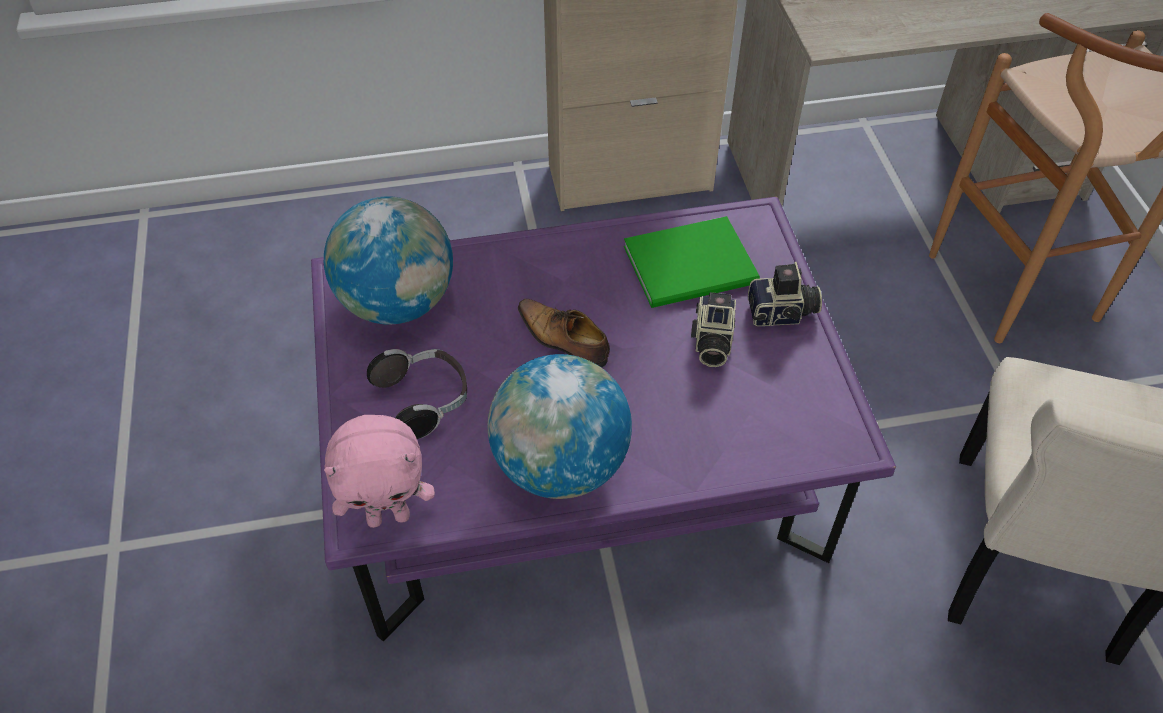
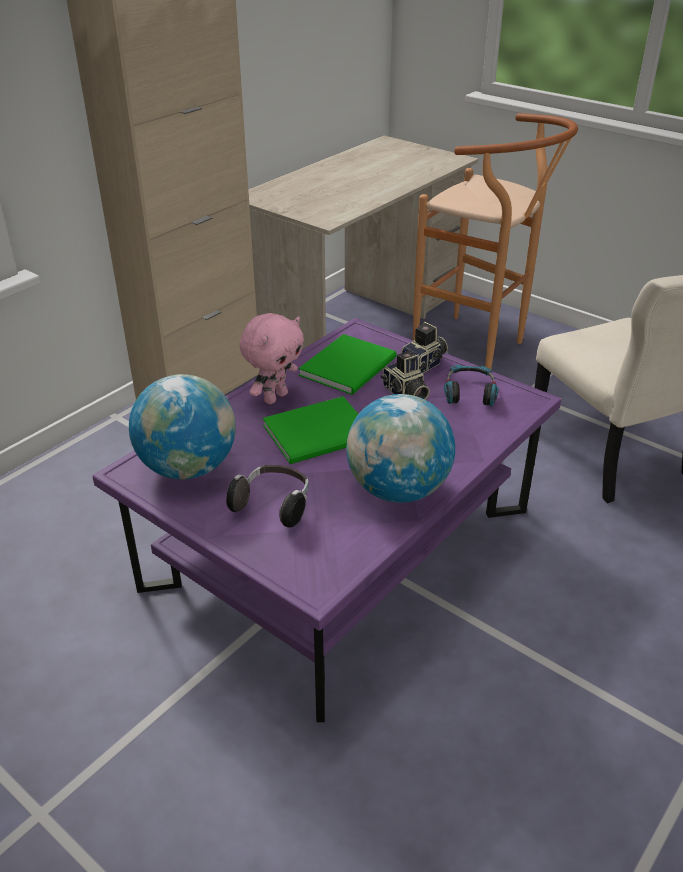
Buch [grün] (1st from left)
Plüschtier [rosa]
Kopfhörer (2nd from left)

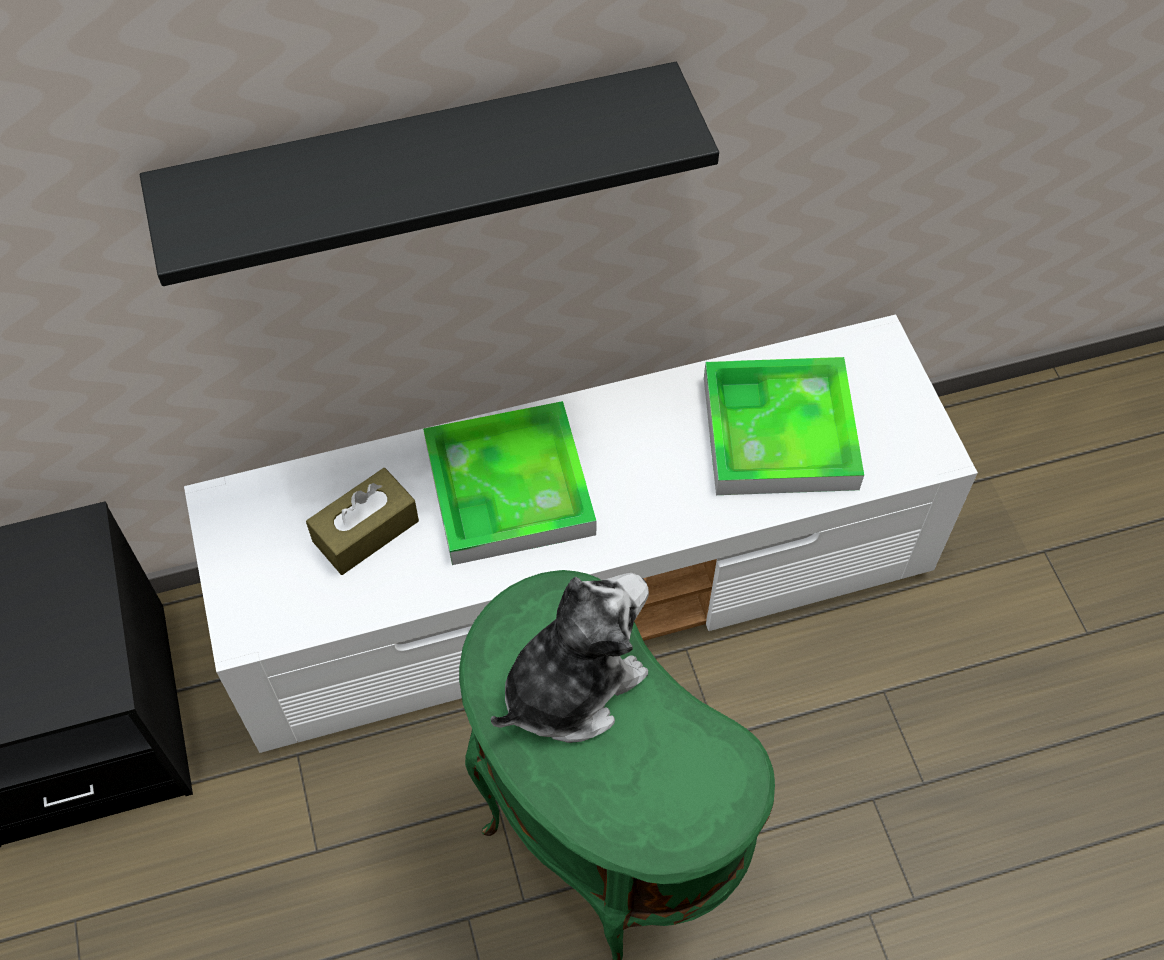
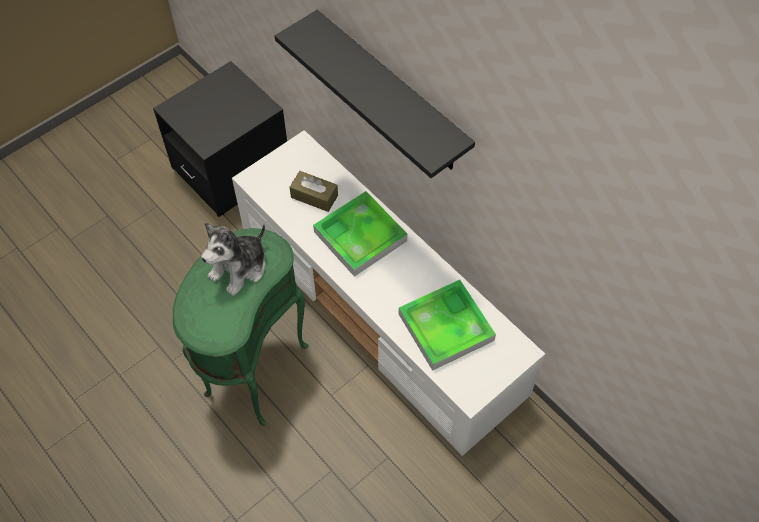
Plüschtier

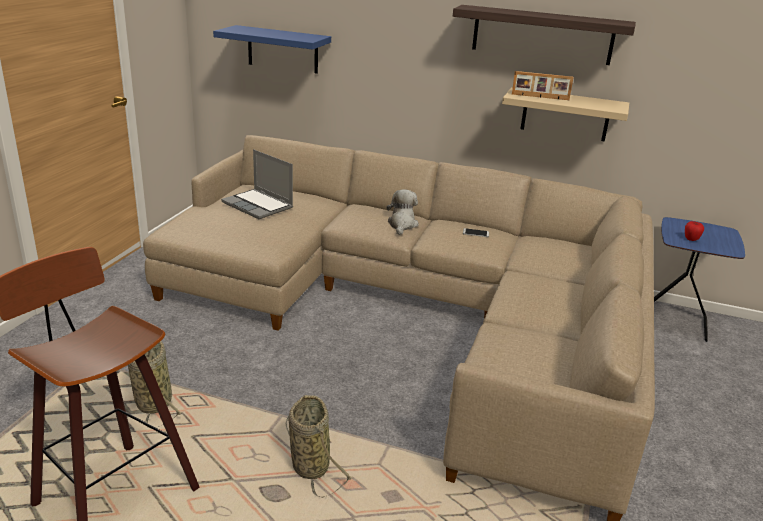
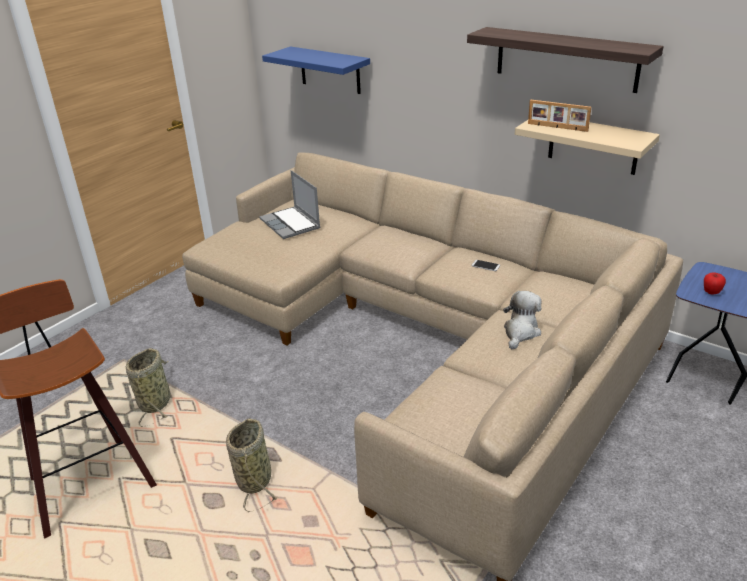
Plüschtier

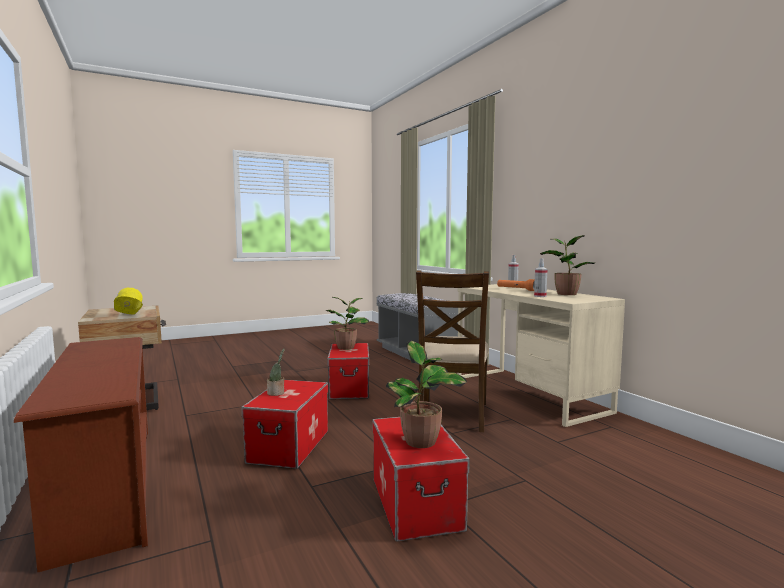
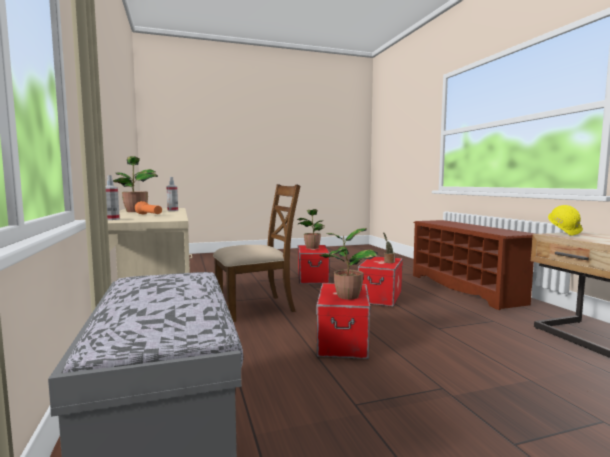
Stuhl [braun]

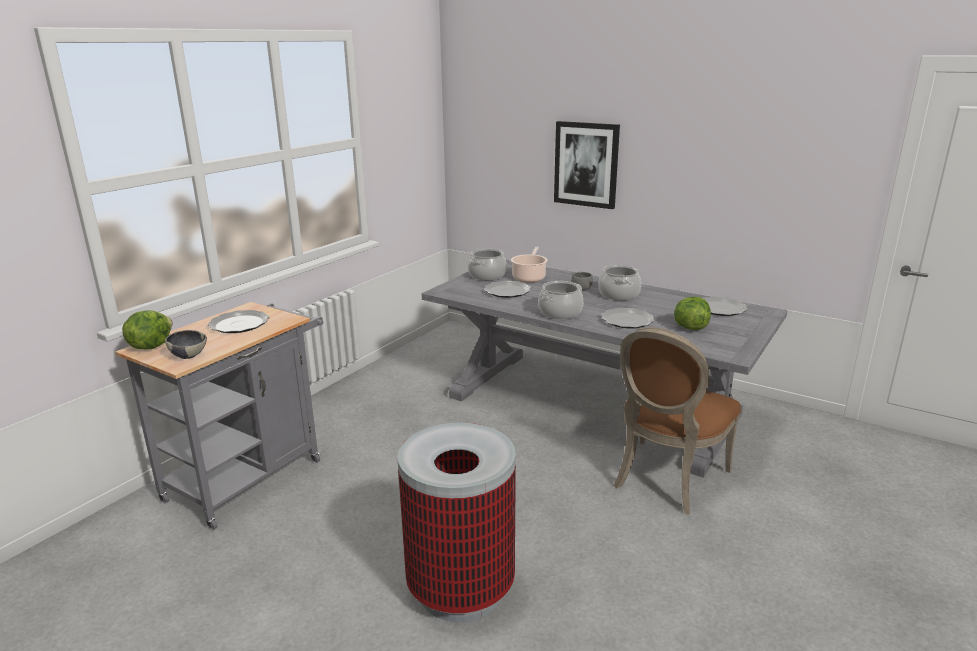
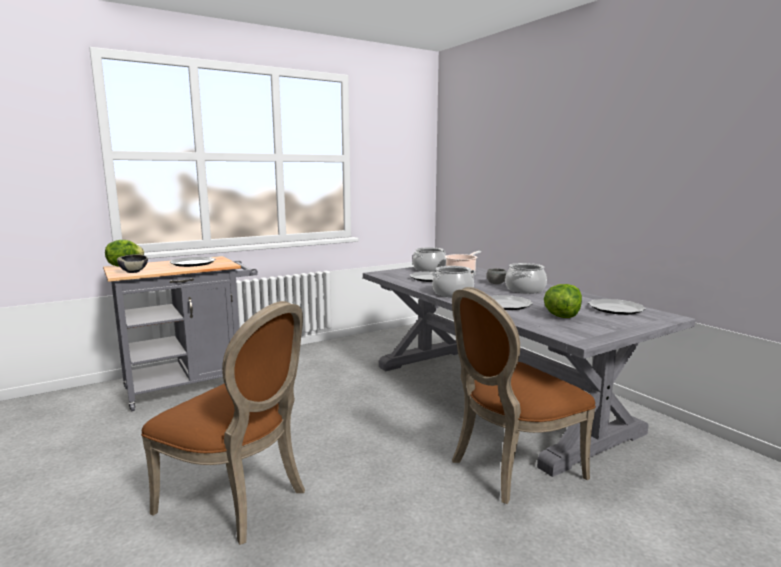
Bild
Stuhl [braun] (1st from left)

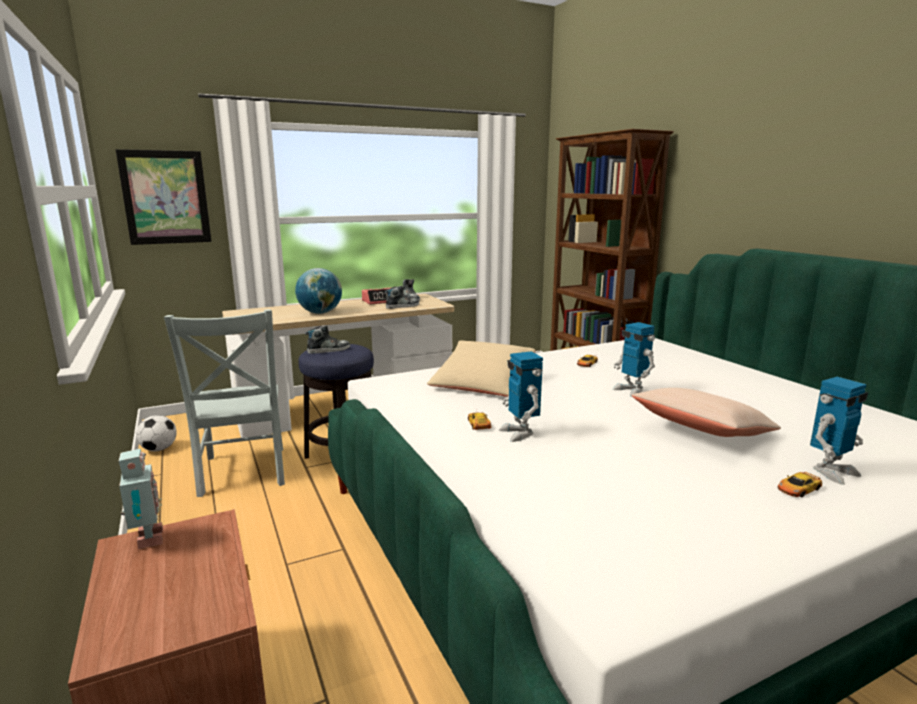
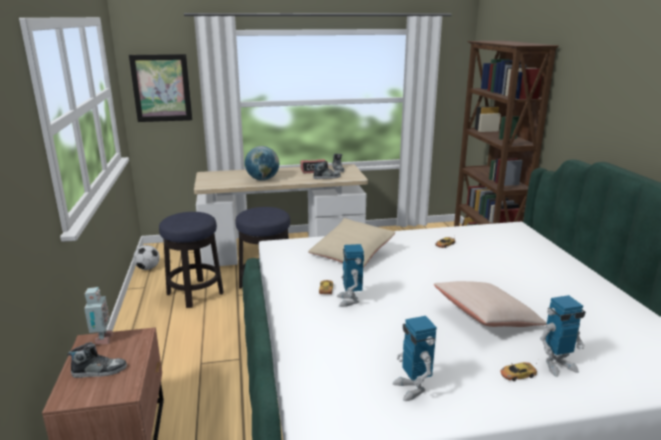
Hocker (1st from left)
Spielzeugroboter (3rd from left)
Schuh (1st from left)

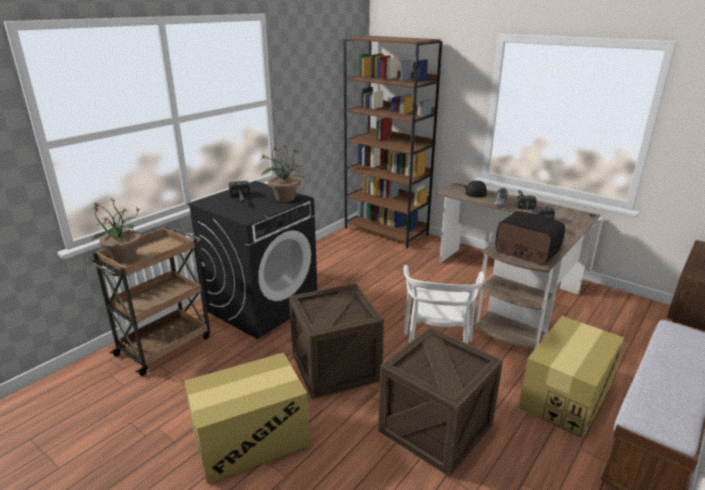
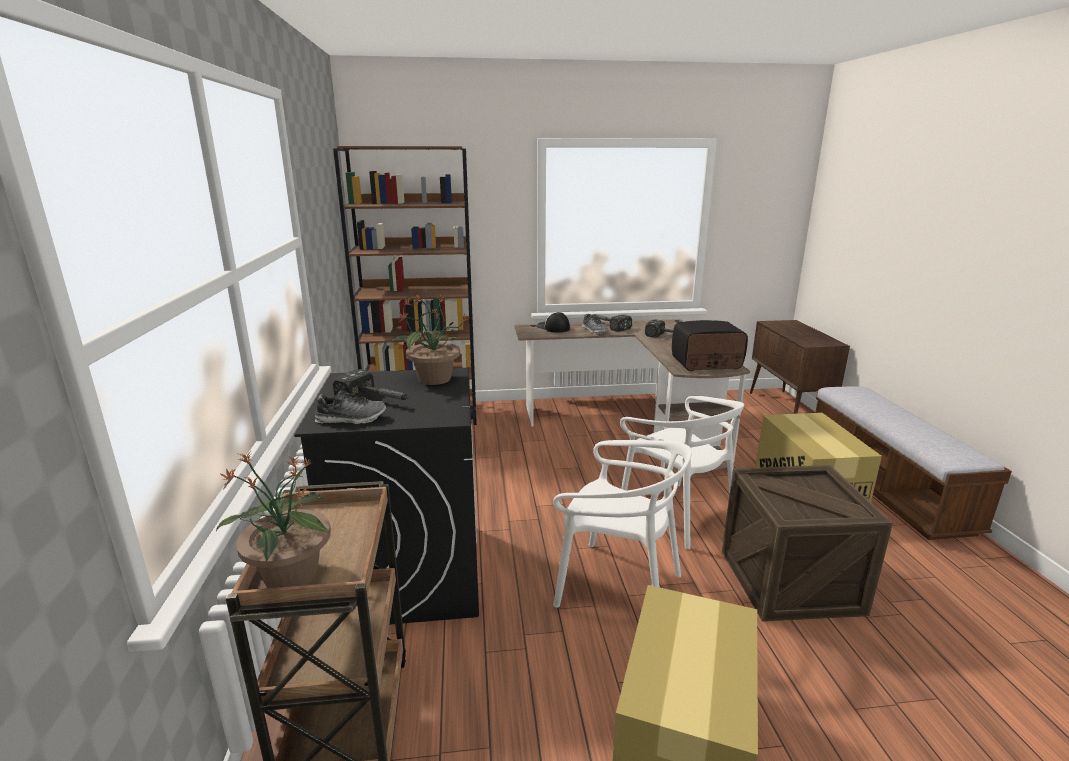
Stuhl [weiß] (1st from left)
Schuh (1st from left)

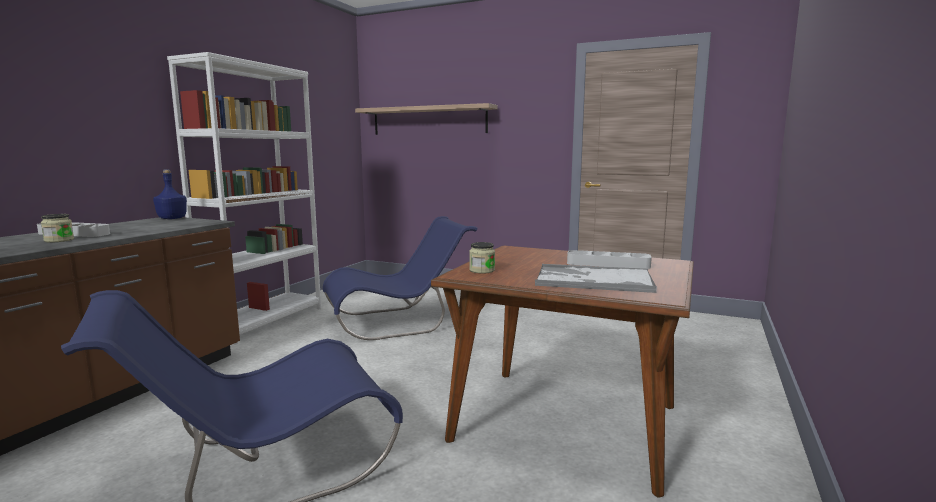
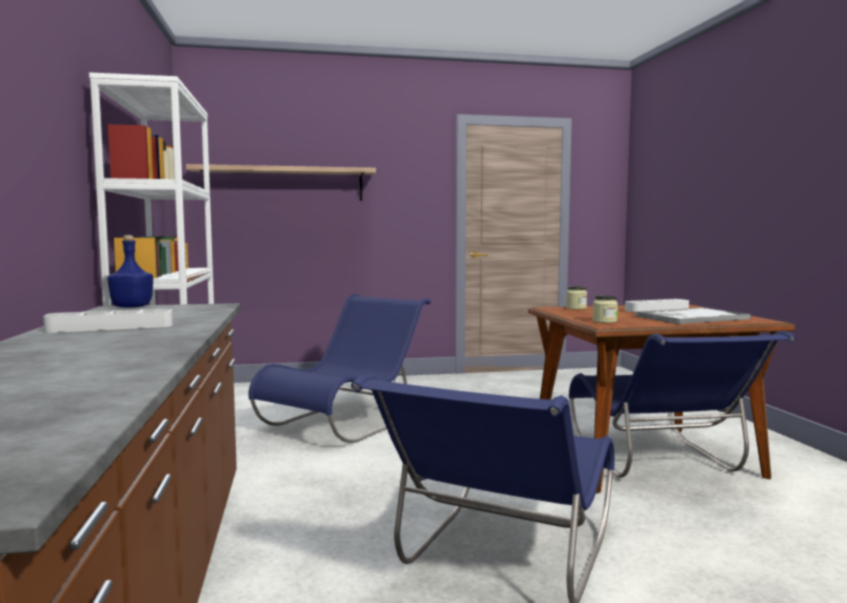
Vorratsglas (1st from left)
Stuhl [blau] (3rd from left)

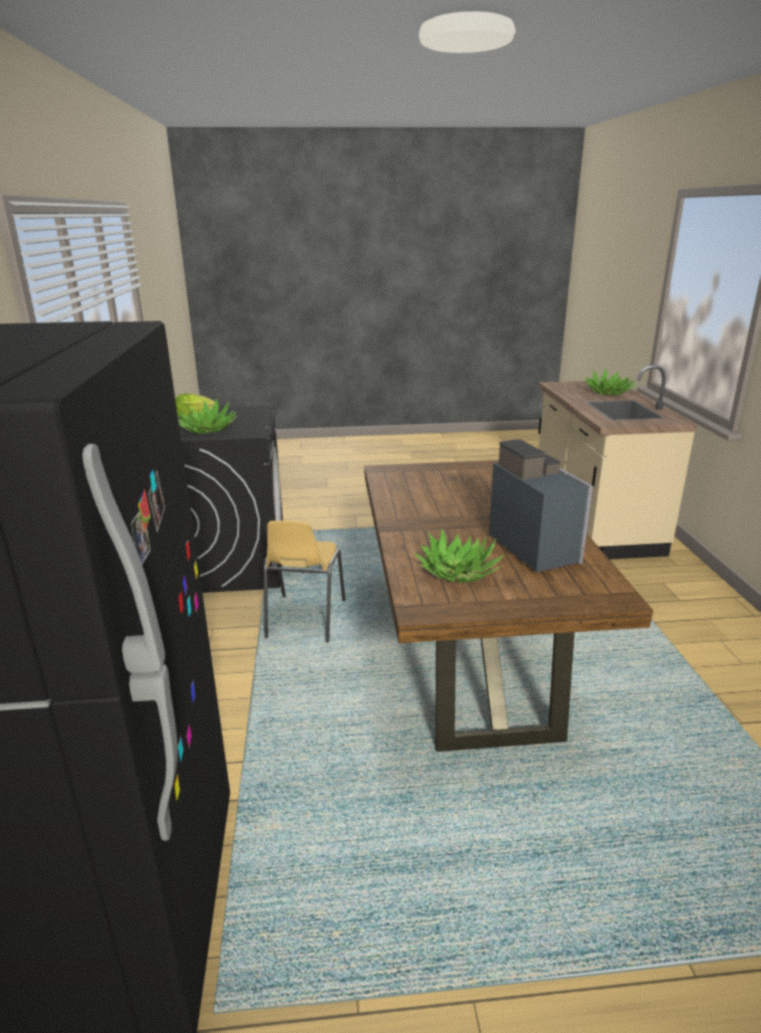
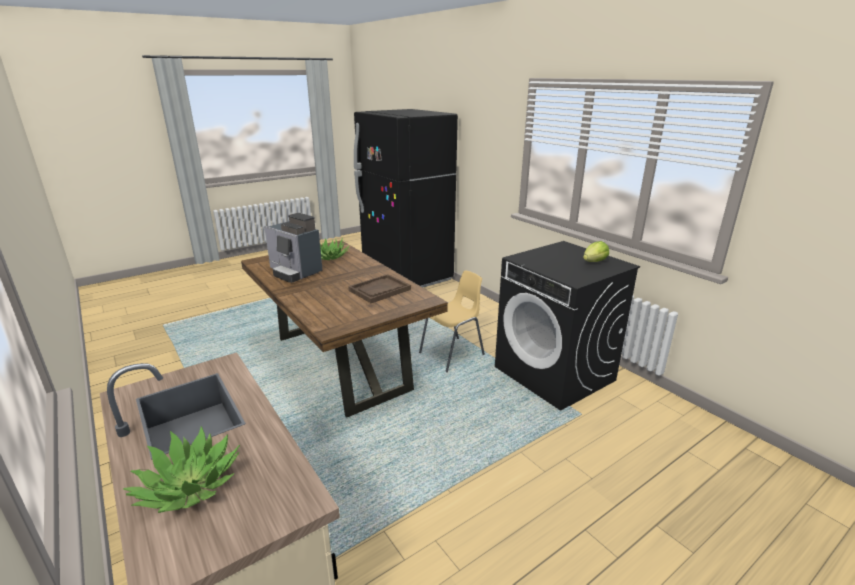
Topfpflanze (1st from left in the first image)
Stuhl [gelb]
Tablett [braun]

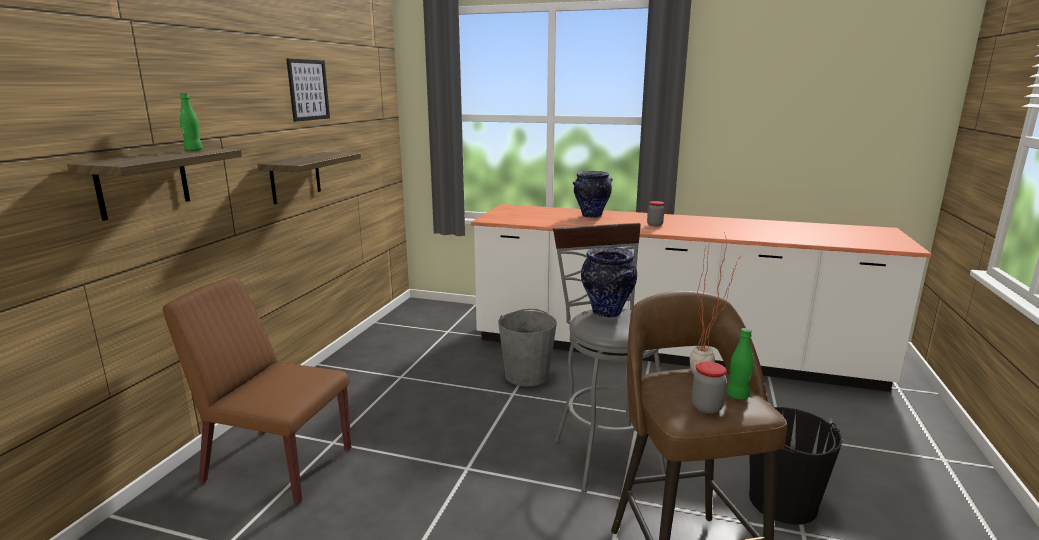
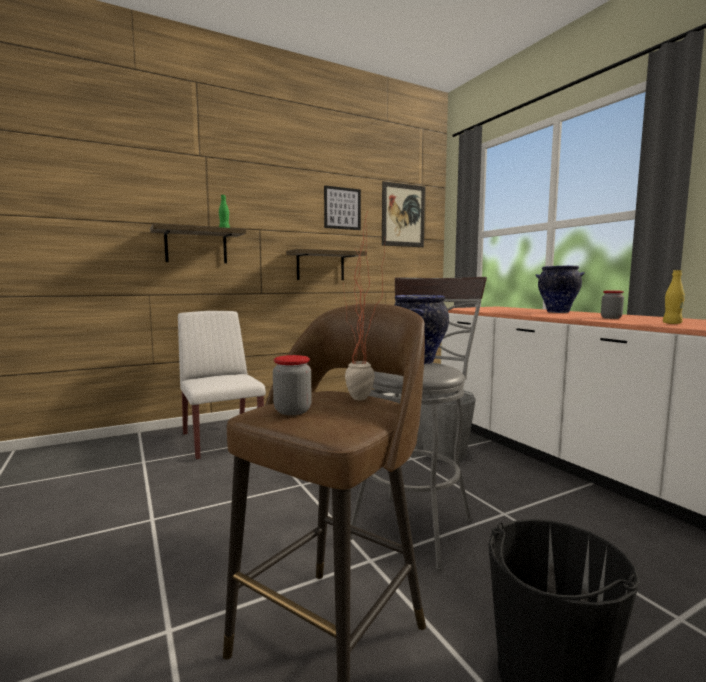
Stuhl [weiß]
Flasche [grün] (2nd from left in the first image)
Bild (2nd from left)
Flasche [gelb]

